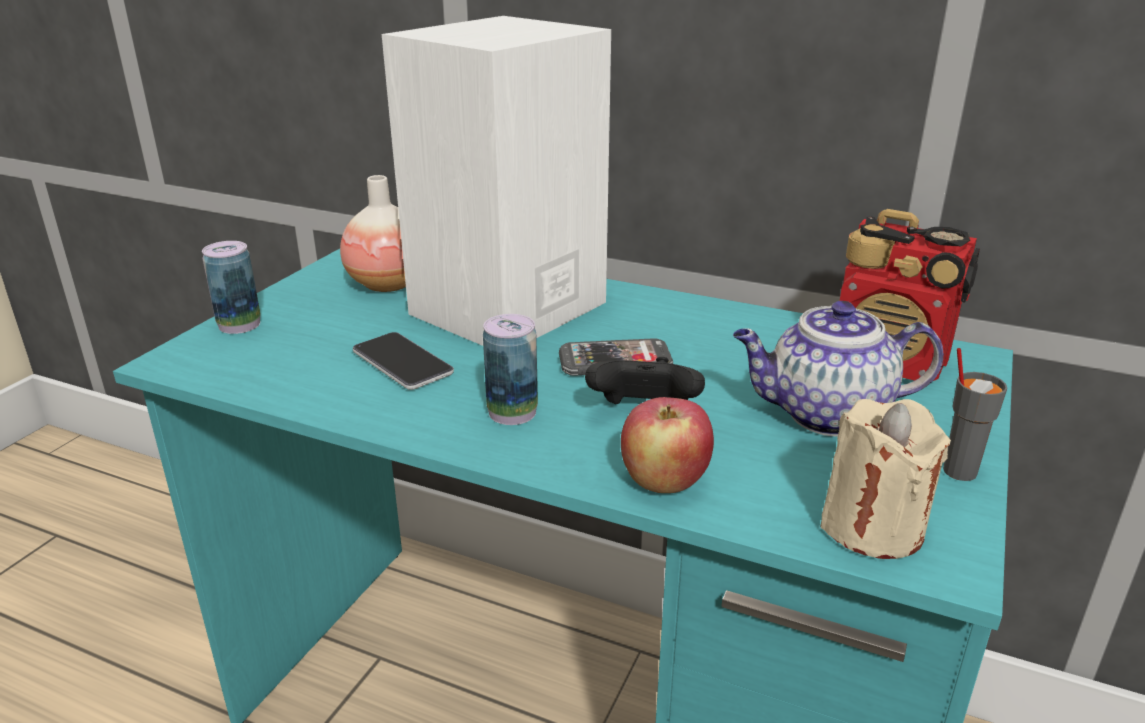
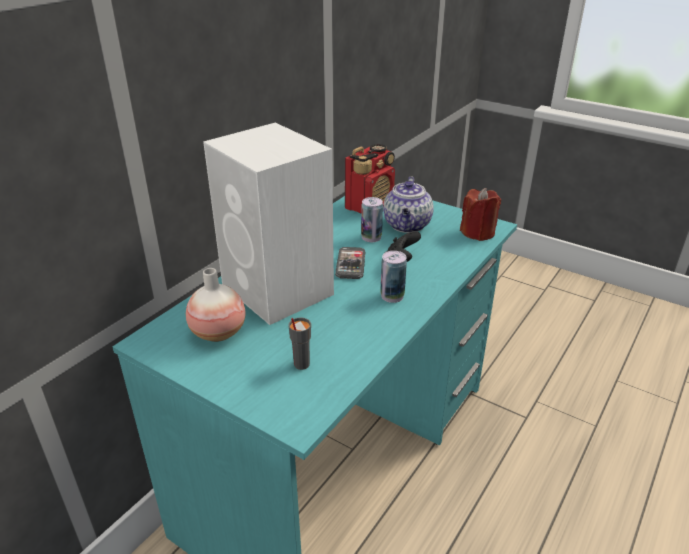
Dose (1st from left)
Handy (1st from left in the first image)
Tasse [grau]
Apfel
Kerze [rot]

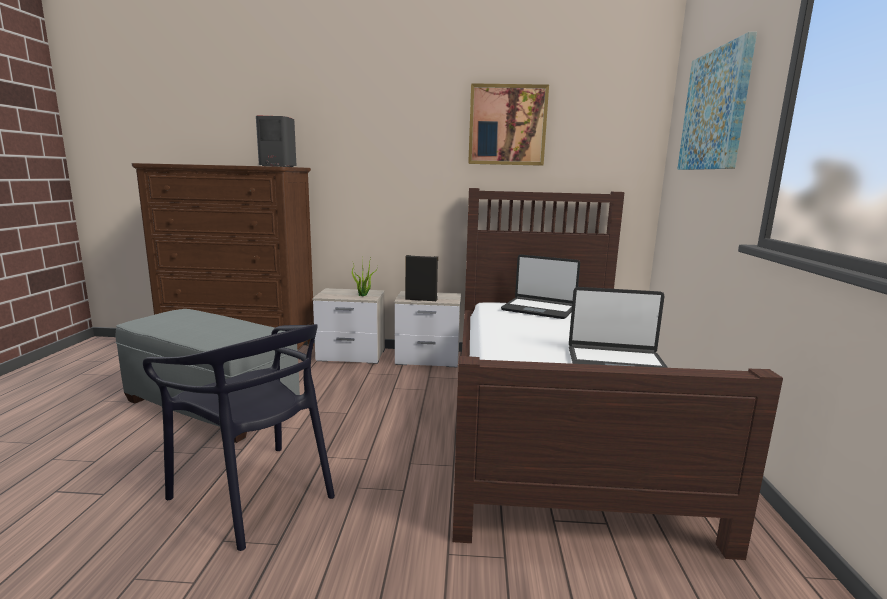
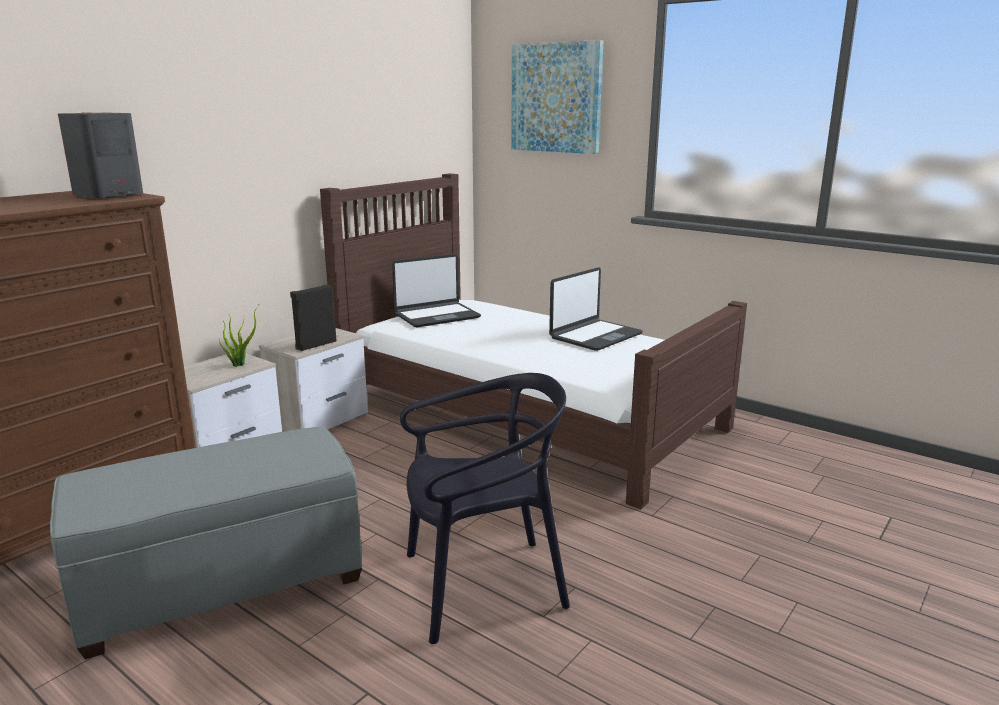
Bild (1st from left in the first image)

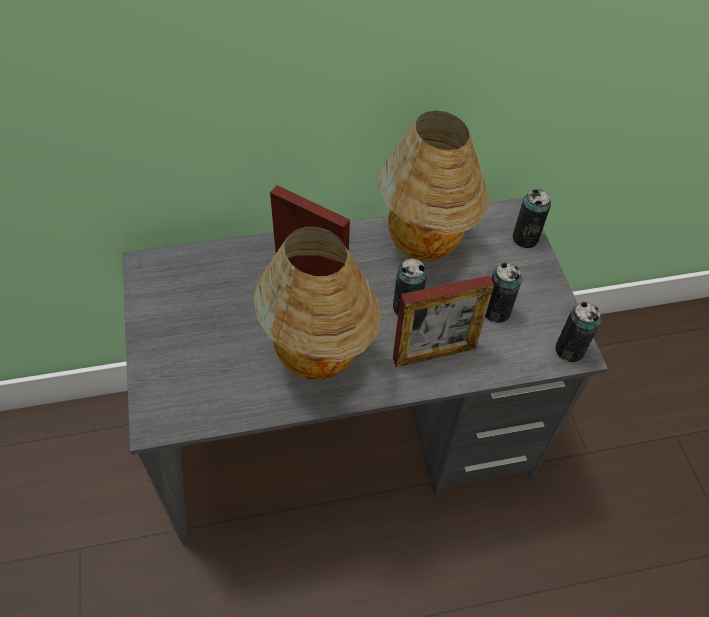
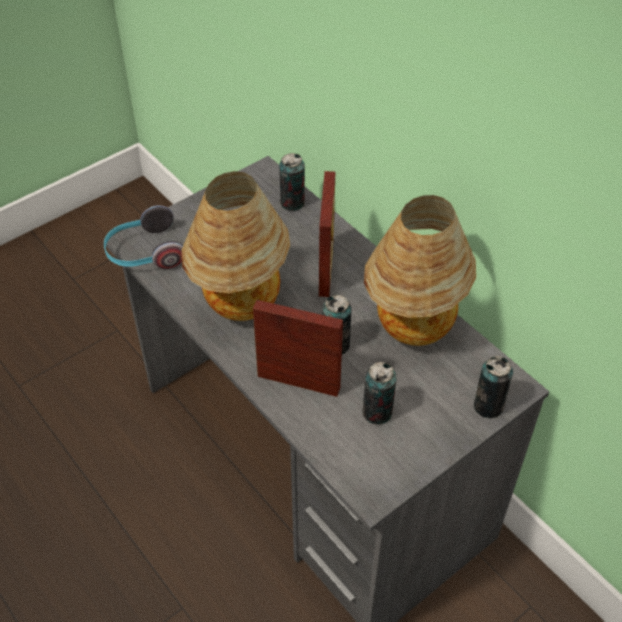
Bilderrahmen (1st from left)
Dose (1st from left)
Kopfhörer

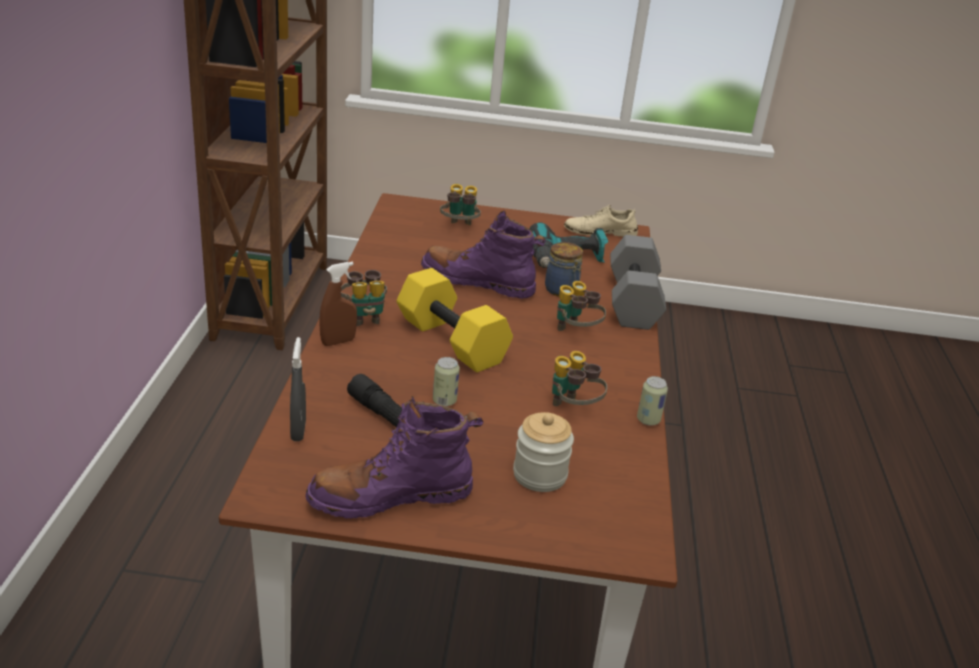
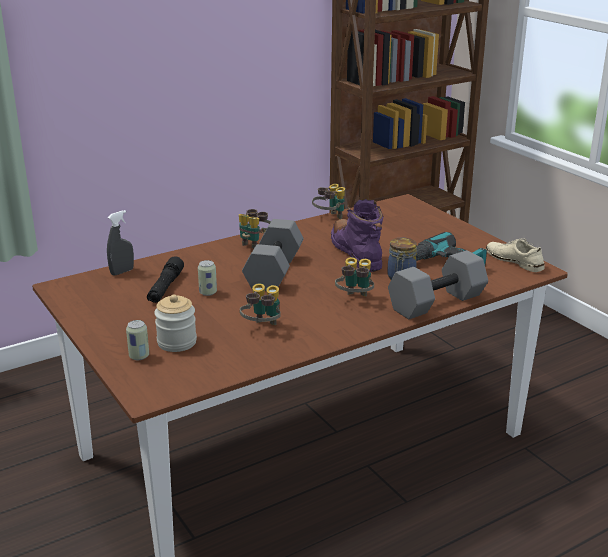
Fernglas (3rd from left)
Sprühflasche [braun]
Hantel [grau] (1st from left)
Dose (1st from left)
Stiefel [lila] (1st from left in the first image)

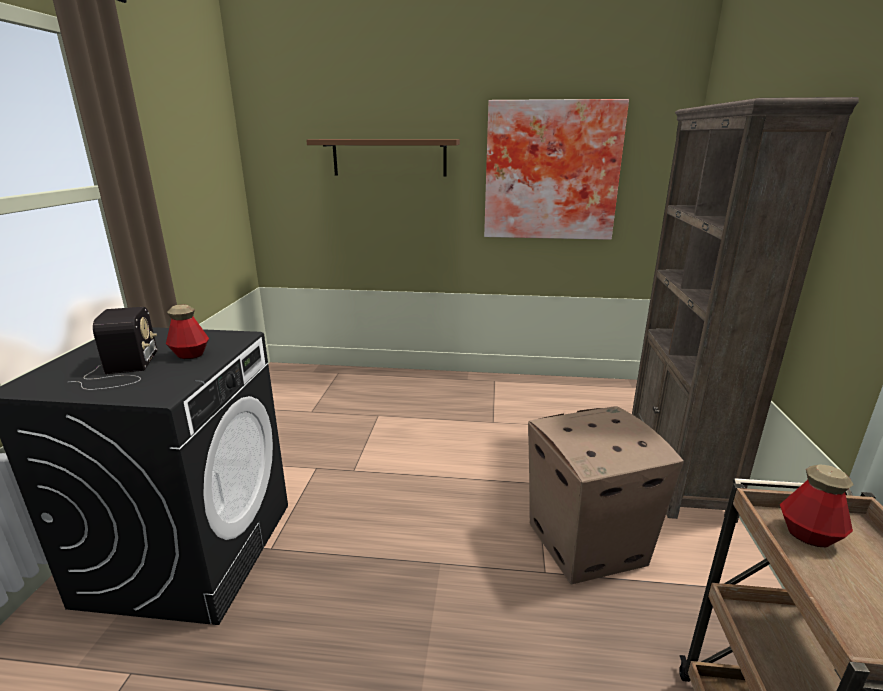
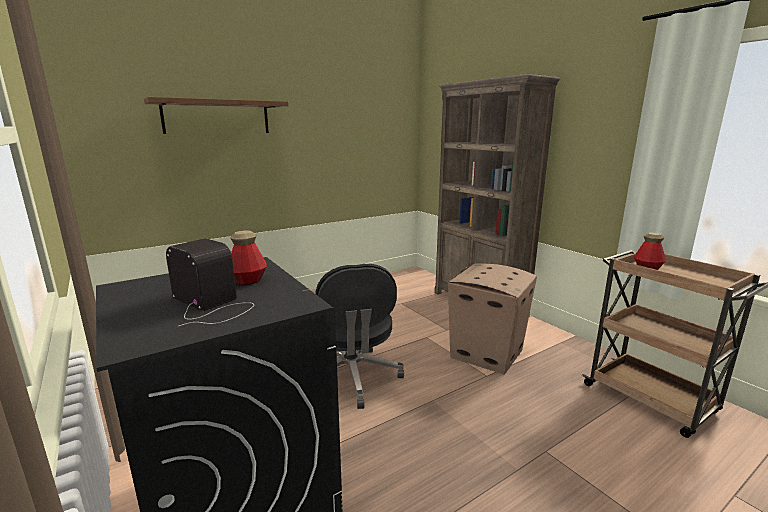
Bild
Bürostuhl [schwarz]

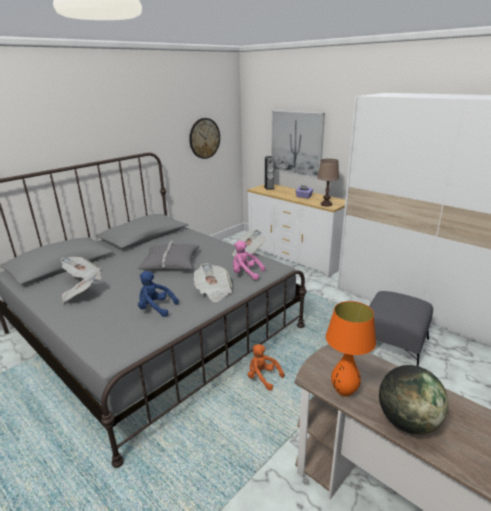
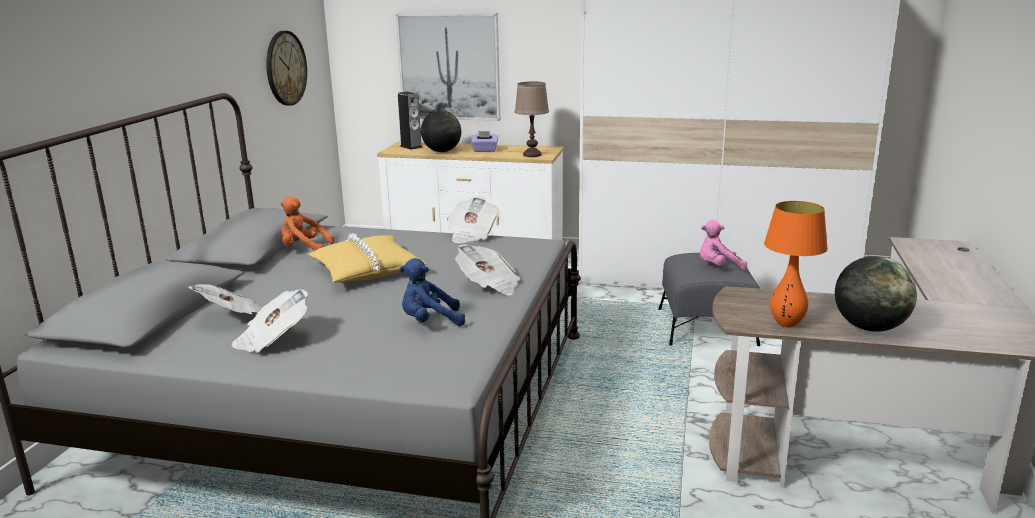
Kissen [gelb]
Plüschtier [rosa]
Plüschtier [orange]
Globus (1st from left)

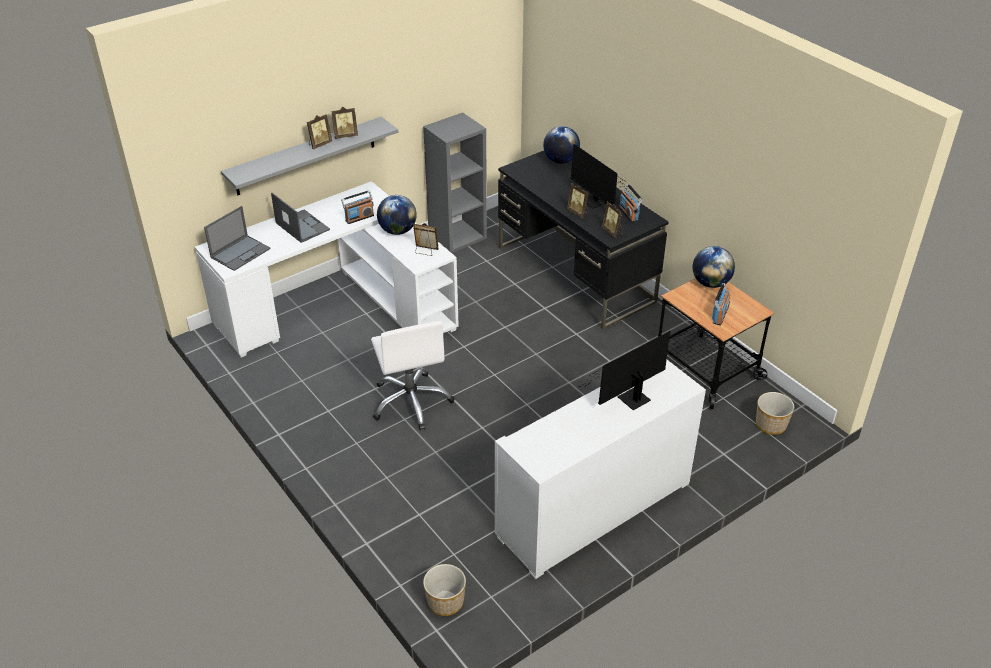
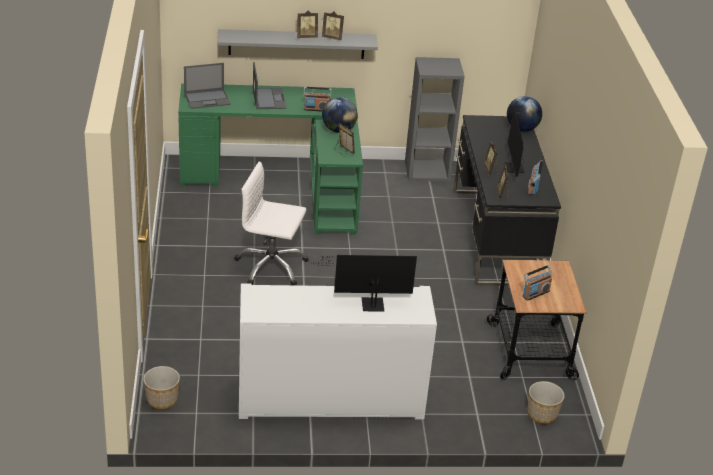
Schreibtisch [grün]
Globus (3rd from left in the first image)
Bürostuhl [weiß]

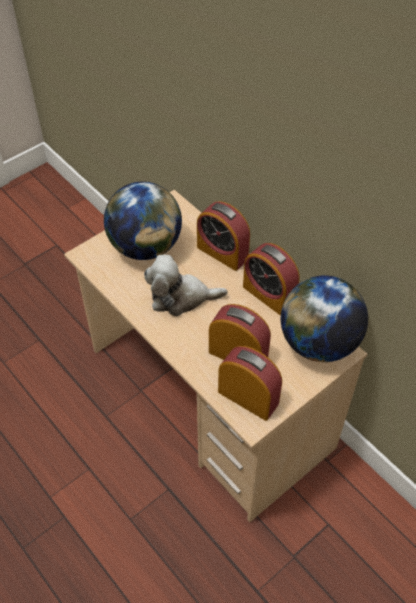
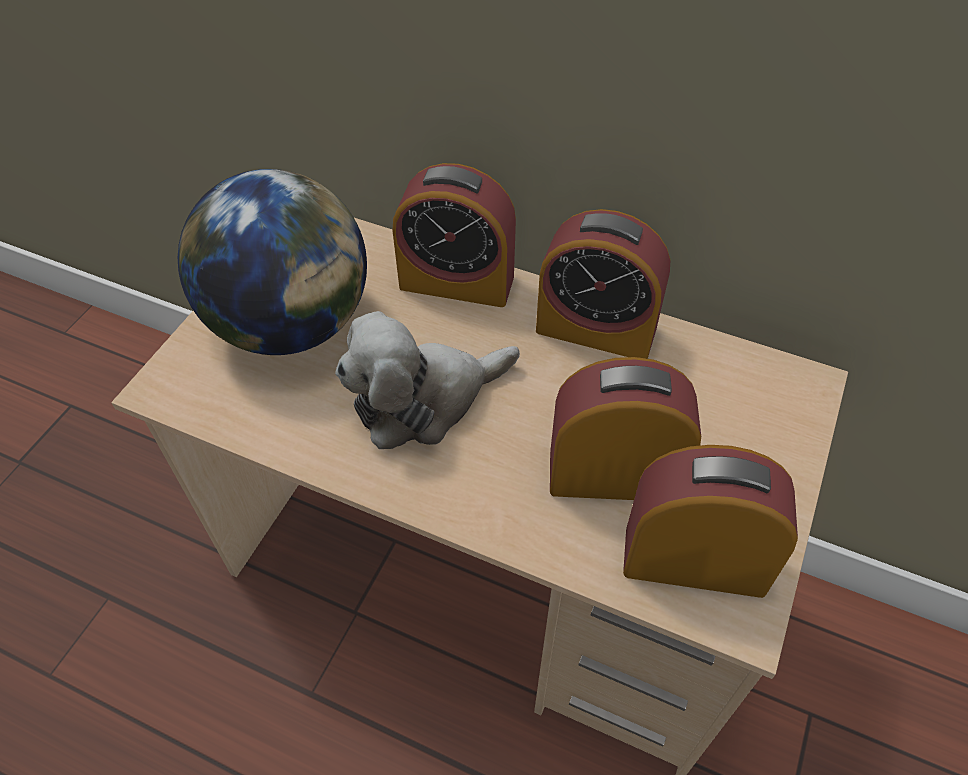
Globus (2nd from left in the first image)

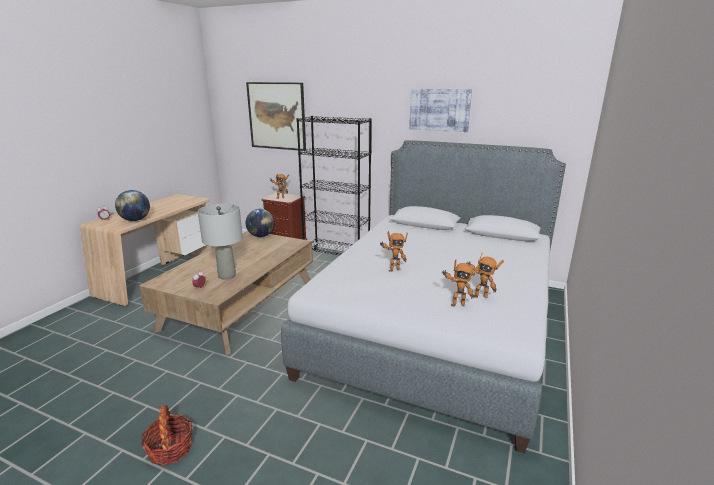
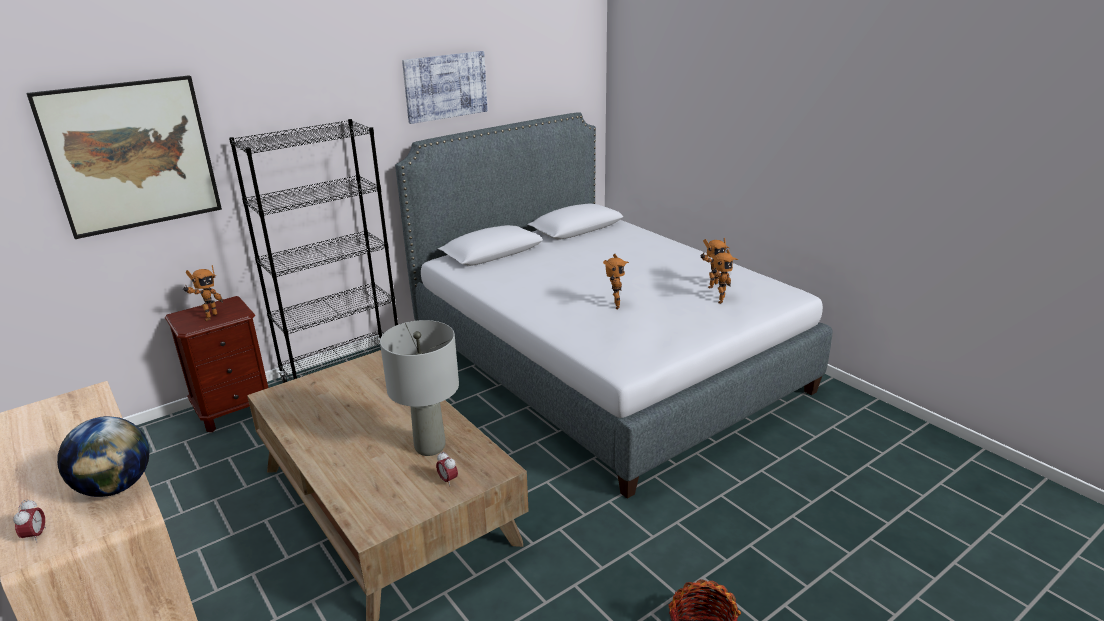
Globus (2nd from left in the first image)

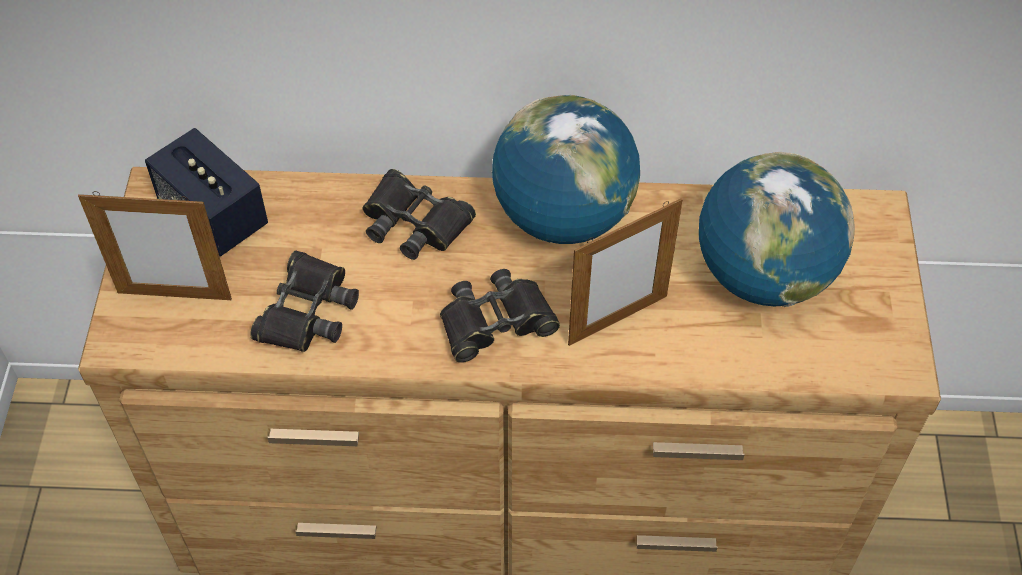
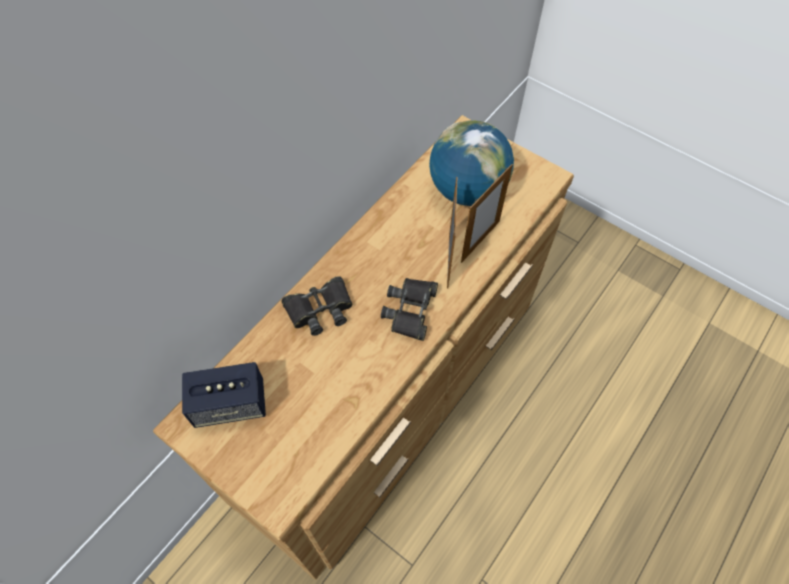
Globus (1st from left in the first image)
Bilderrahmen (2nd from left)
Fernglas [schwarz] (1st from left in the first image)

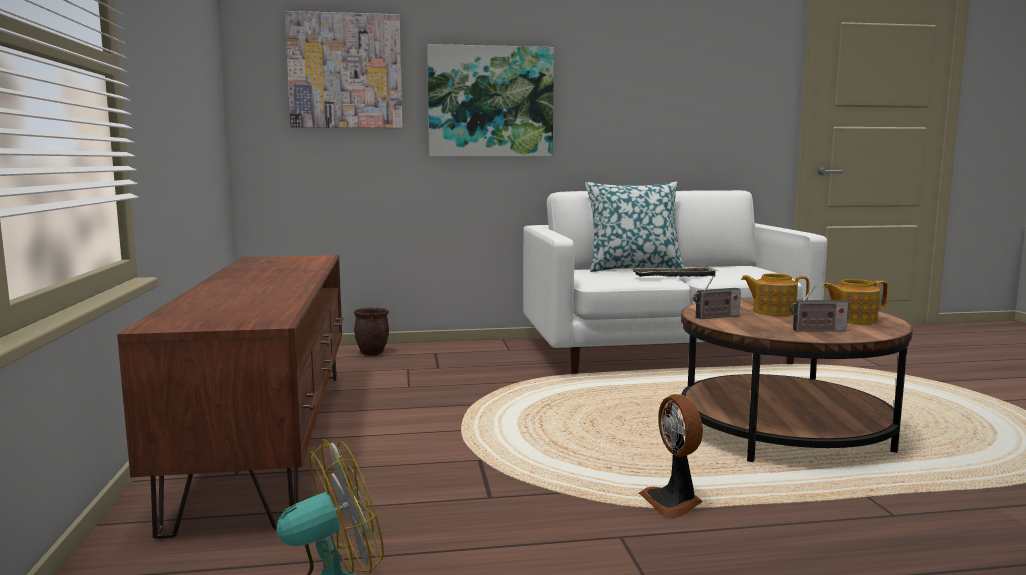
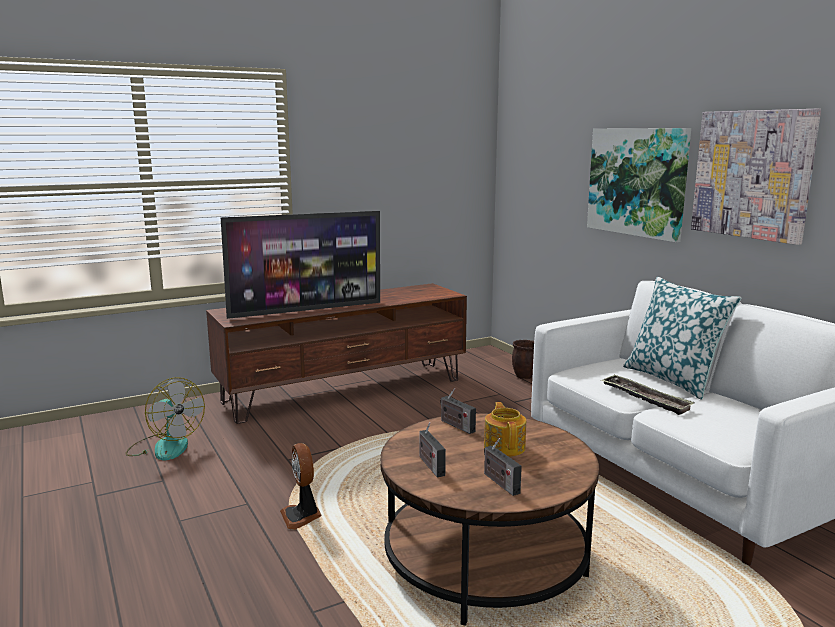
Bild (2nd from left)
Radio (3rd from left)
Ventilator (2nd from left)
Fernseher

